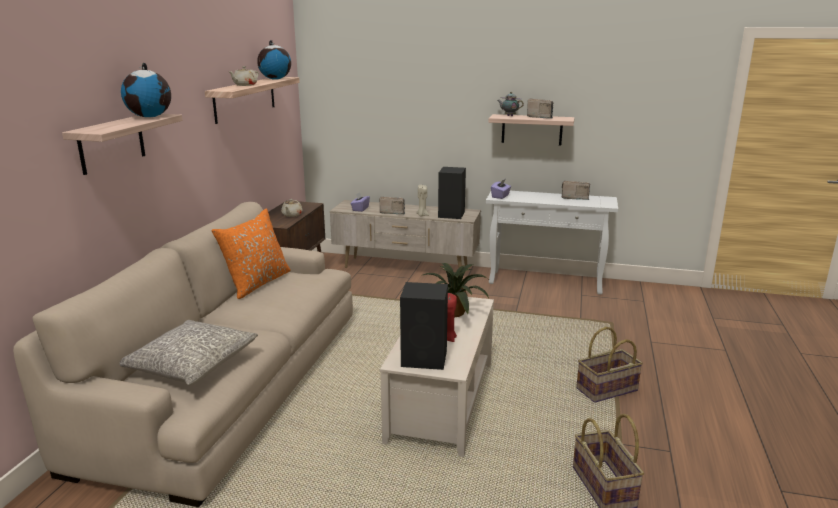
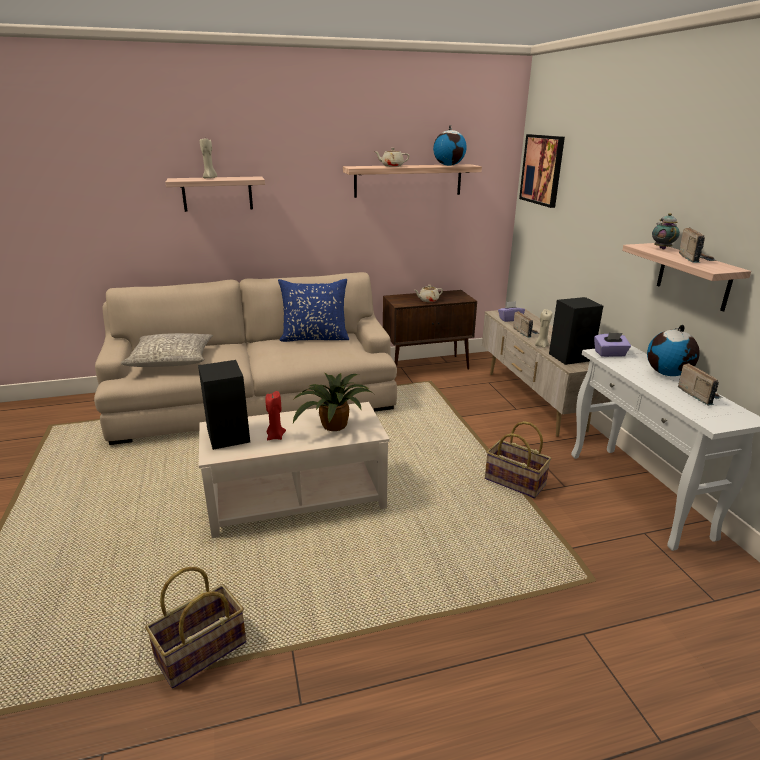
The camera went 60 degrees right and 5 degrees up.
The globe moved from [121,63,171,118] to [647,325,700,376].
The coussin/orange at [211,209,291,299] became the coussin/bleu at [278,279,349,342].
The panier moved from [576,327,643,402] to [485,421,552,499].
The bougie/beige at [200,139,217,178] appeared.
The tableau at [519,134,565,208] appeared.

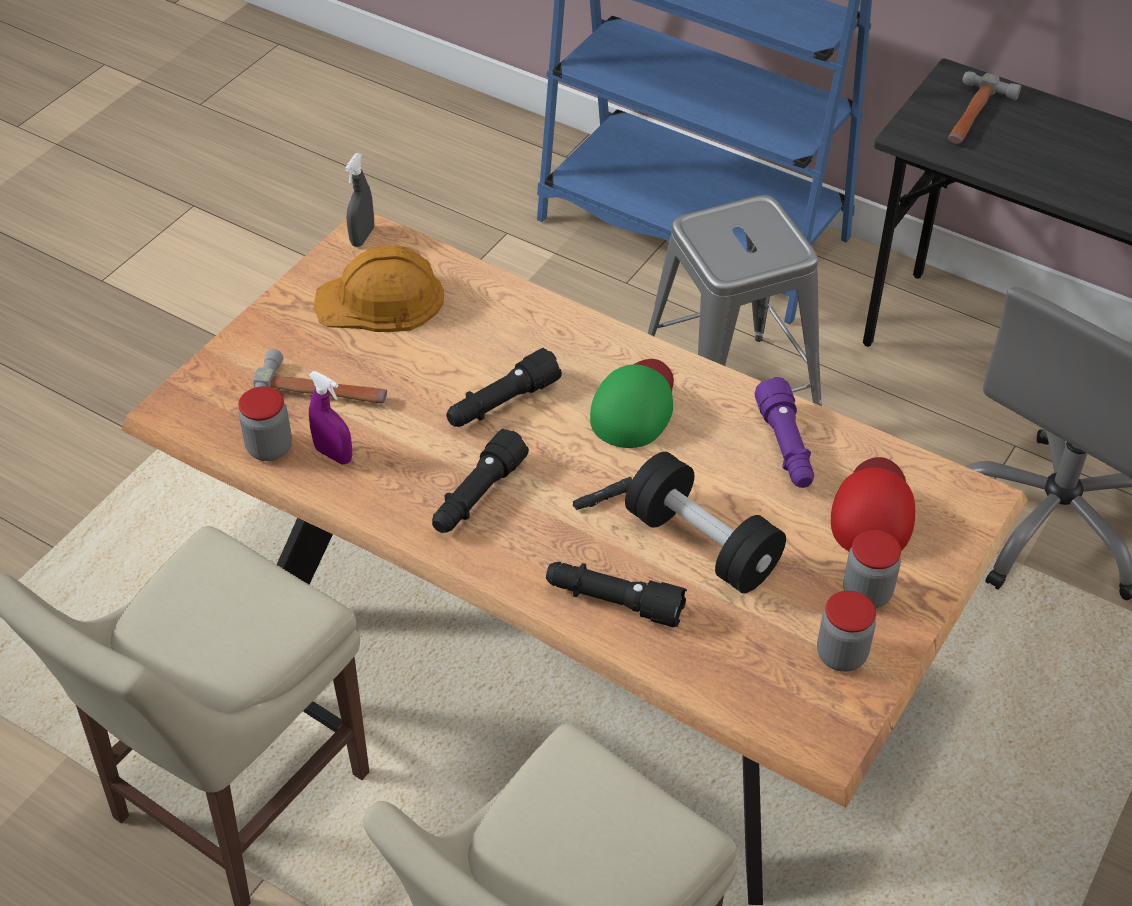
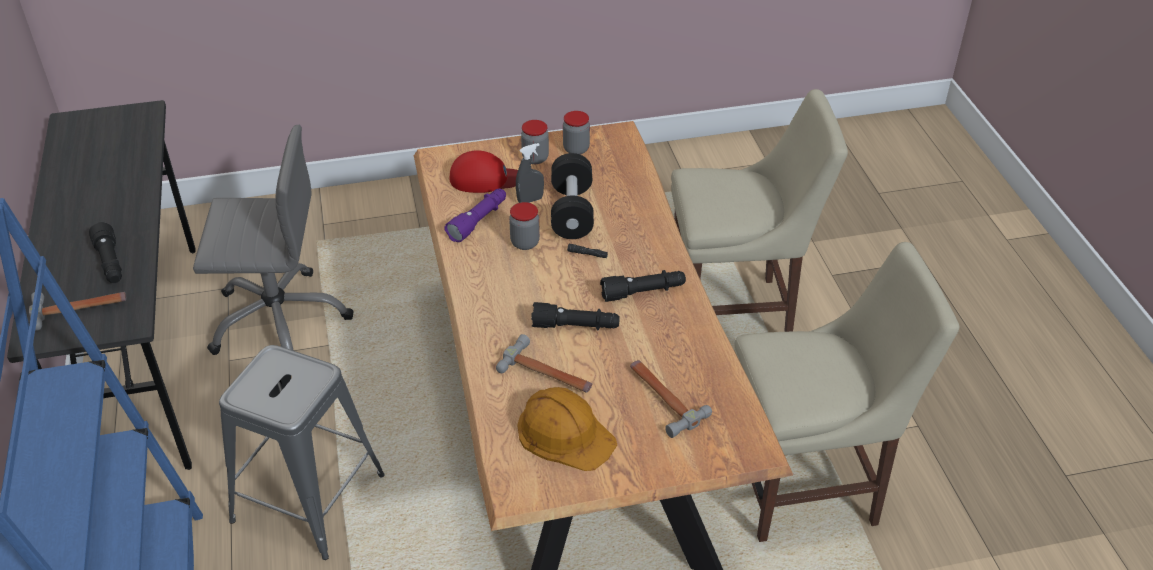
The camera went 135 degrees left and 5 degrees down.
The bocal moved from [238,386,292,461] to [509,202,540,250].
The vaporisateur/violet at [309,371,352,464] disappeared.
The vaporisateur/gris moved from [345,153,374,247] to [516,143,544,203].
The lampe de poche/noir moved from [546,562,687,628] to [89,222,122,283].
The casquette/vert at [590,359,674,448] disappeared.
The casquette/rouge at [831,457,915,551] turned 150 degrees counterclockwise.
The marteau at [496,334,592,393] appeared.

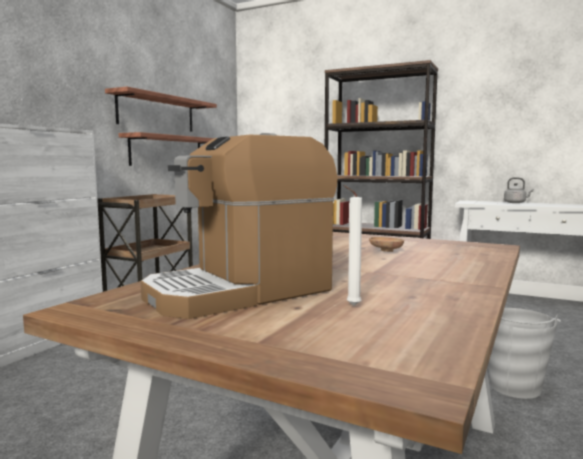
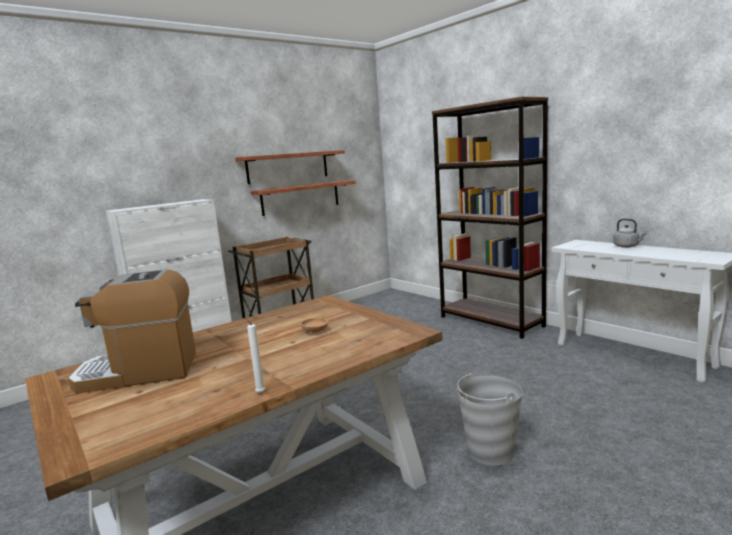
The camera went 25 degrees right and 5 degrees up.
The bougie/blanc moved from [343,185,362,306] to [245,317,265,393].

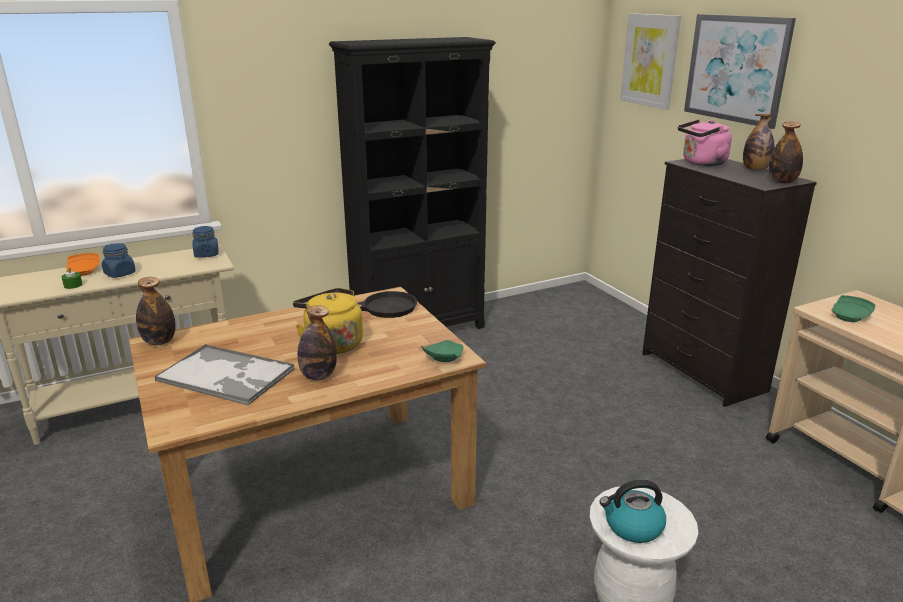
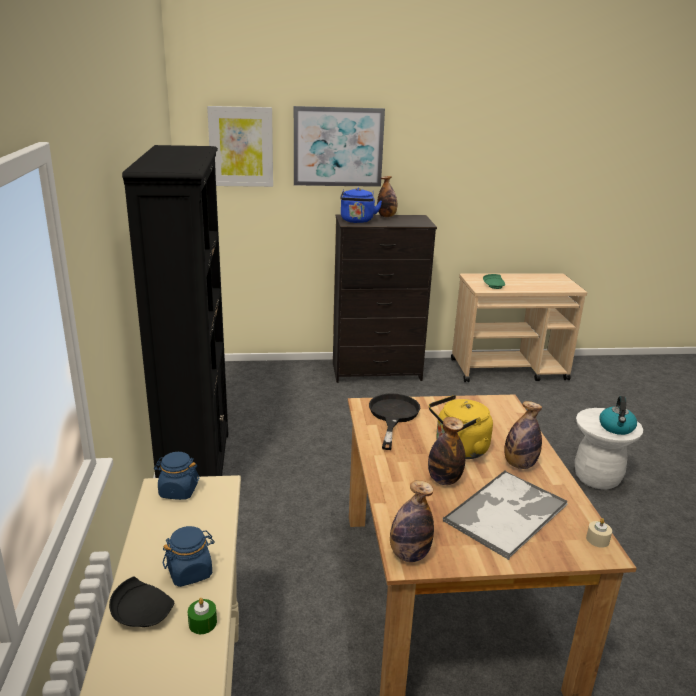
The camera went 70 degrees left and 0 degrees up.
The assiette/orange at [66,253,100,276] became the assiette/noir at [109,576,174,627].
The assiette/vert at [421,340,464,362] disappeared.
The bouilloire/rose at [678,120,732,166] became the bouilloire/bleu at [340,187,382,223].
The bouteille moved from [769,122,803,184] to [428,417,466,485].
The bougie/beige at [586,518,612,548] appeared.

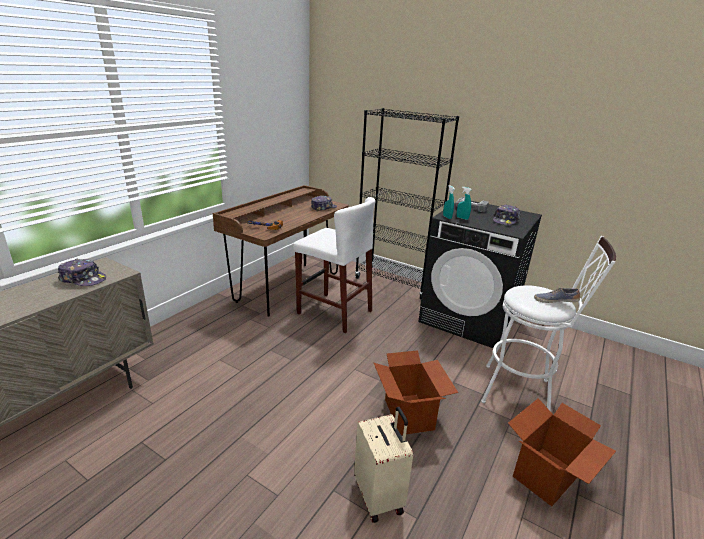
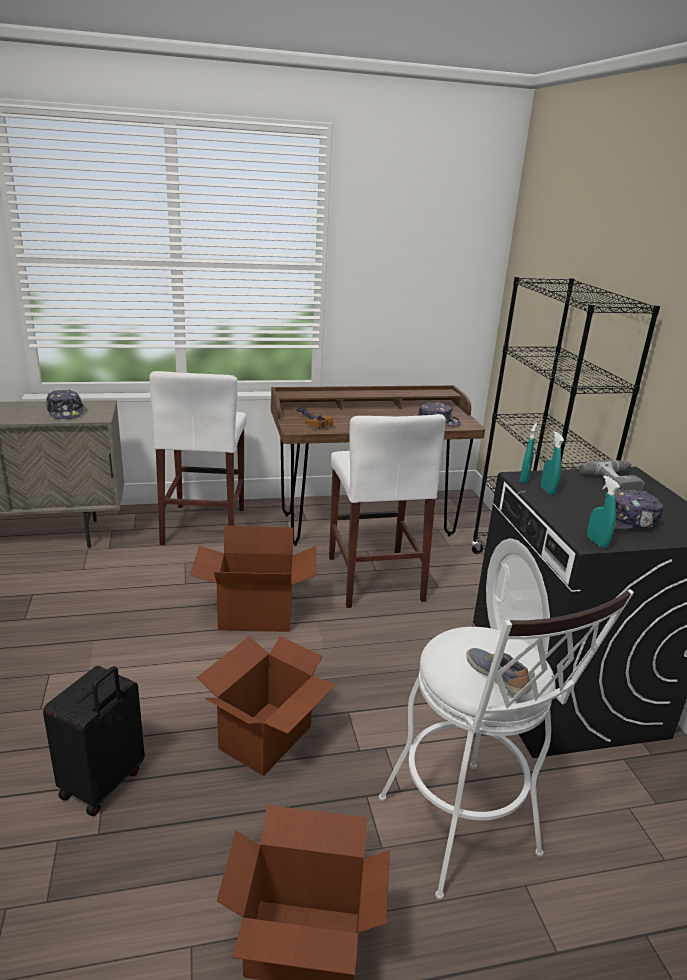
The camera went 45 degrees right and 0 degrees up.
The valise/beige at [354,406,413,523] became the valise/noir at [43,666,145,816].
The tabouret/blanc at [149,371,247,545] appeared.
The carton at [190,525,316,632] appeared.
The vaporisateur/turquoise at [587,476,620,548] appeared.

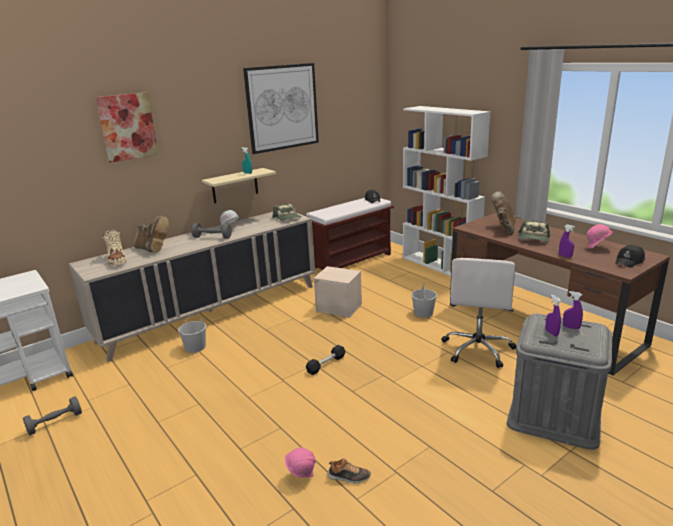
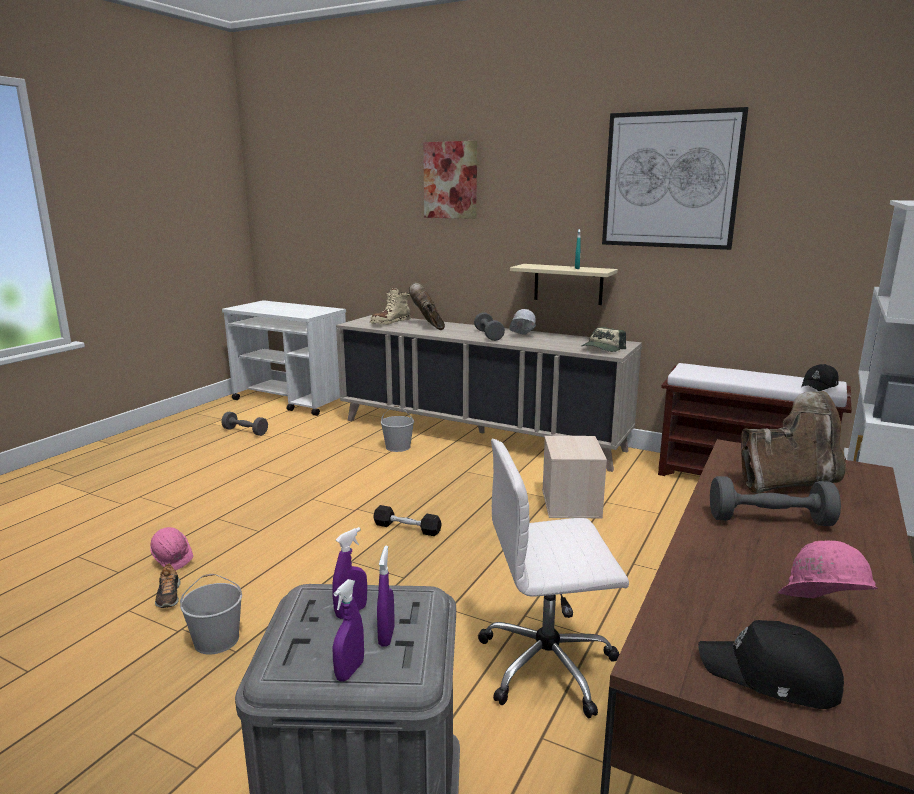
The camera went 65 degrees right and 5 degrees down.
The botte/marron at [134,216,169,253] turned 150 degrees clockwise.
The seau/blanc moved from [411,283,437,318] to [180,574,242,655].
The casquette at [518,221,550,242] was replaced by the haltère/gris at [710,476,841,526].
The vaporisateur/violet moved from [559,225,575,258] to [332,579,364,682].

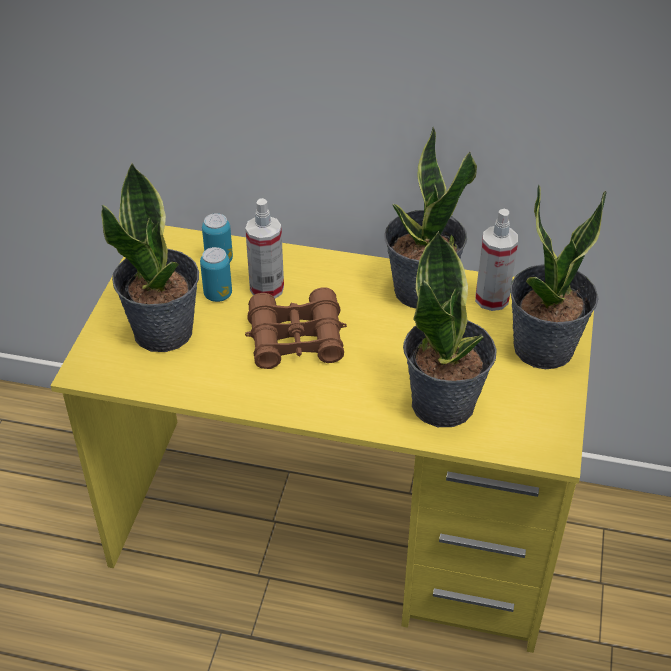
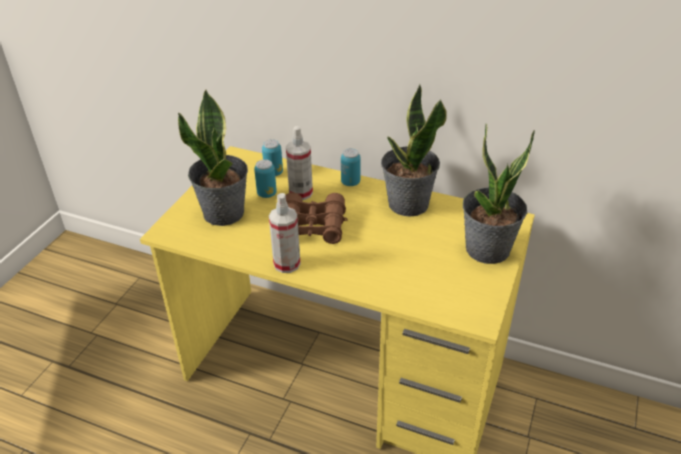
The camera went 10 degrees right and 5 degrees down.
The plante en pot at [403,231,497,427] disappeared.
The vaporisateur moved from [475,209,518,311] to [269,193,301,273].
The boîte métallique at [341,148,361,186] appeared.

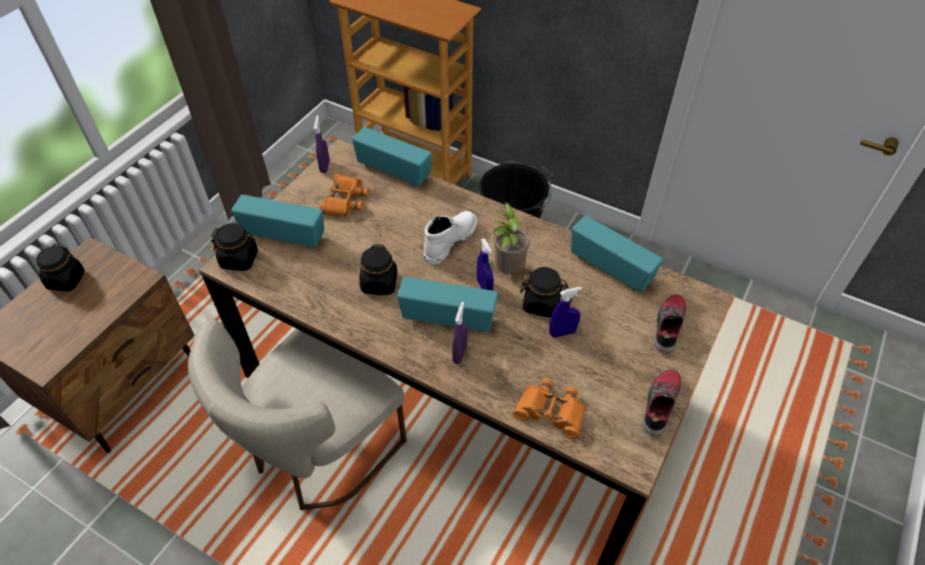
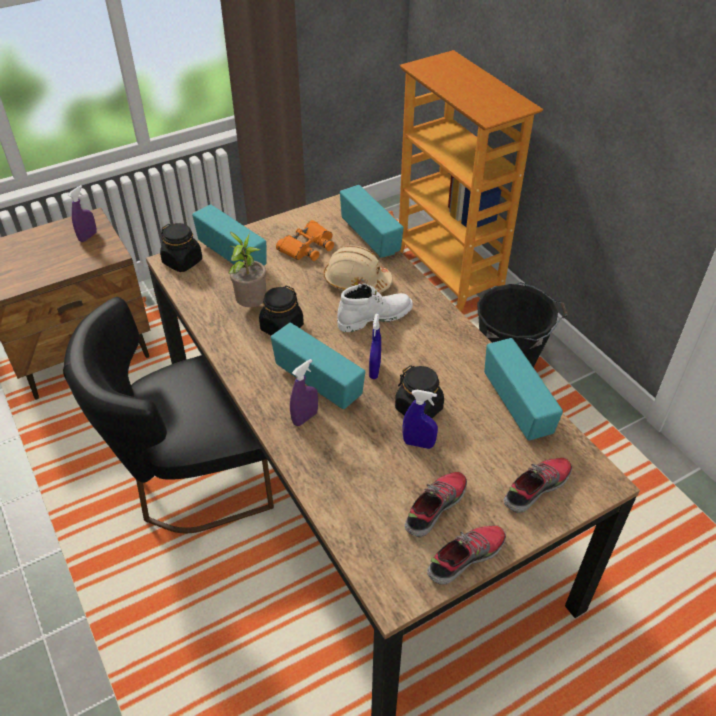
The camera went 30 degrees right and 5 degrees down.
The bocal/noir at [36,244,85,291] disappeared.
The chaise/beige at [188,319,407,510] became the chaise/noir at [63,297,274,533].
The vaporisateur/violet moved from [314,115,329,173] to [68,185,97,242].
The plante en pot moved from [489,202,530,273] to [228,232,266,307].
The jumelles/orange at [513,378,586,439] disappeared.
The casque de chantier/beige at [324,245,392,293] appeared.
The chaussure at [404,472,467,537] appeared.

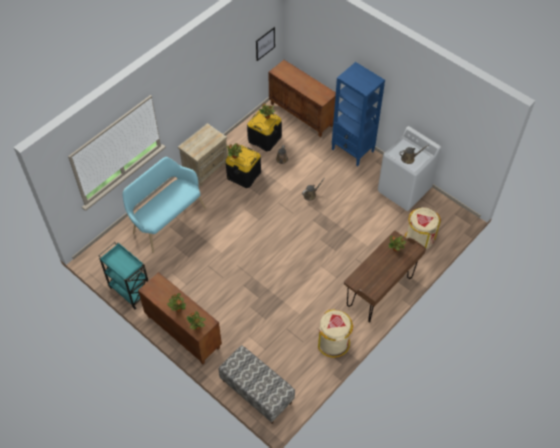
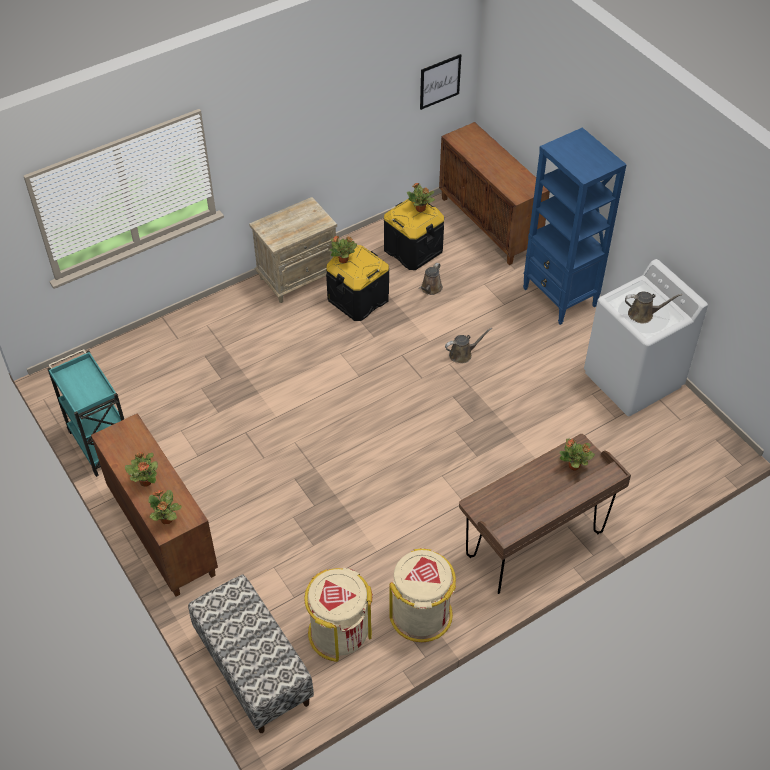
The camera went 15 degrees right and 5 degrees down.
The banc/turquoise at [123,157,206,253] disappeared.
The poubelle/beige moved from [404,207,441,249] to [304,568,373,662].

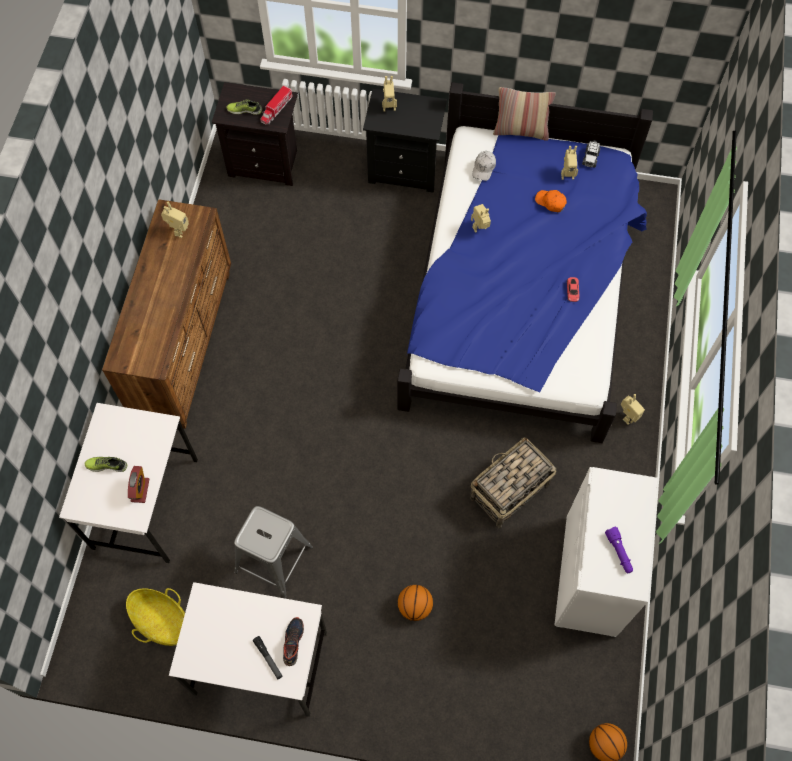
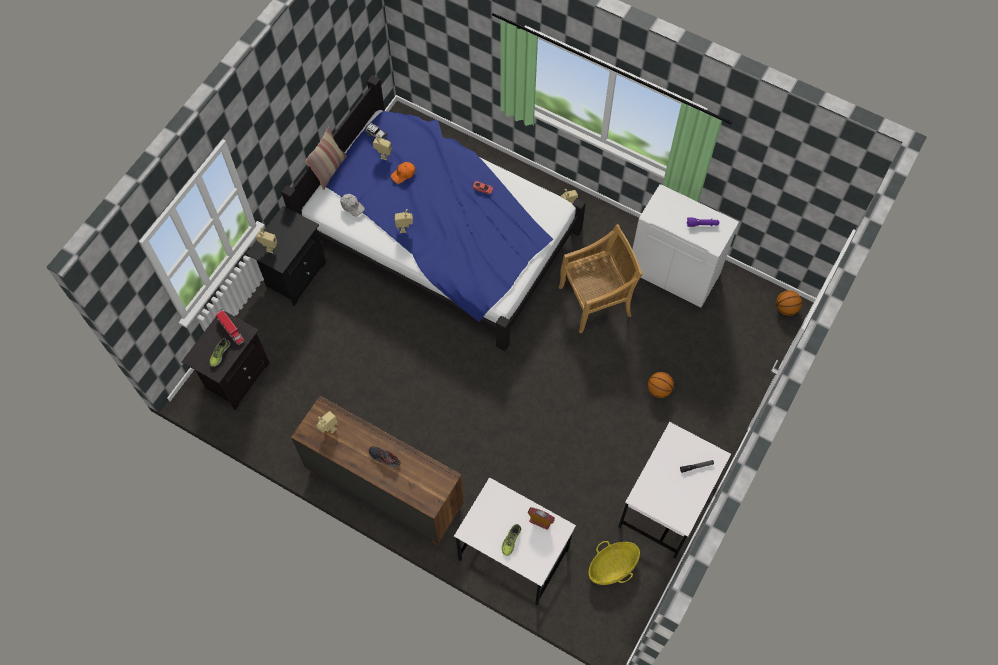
The camera went 70 degrees left and 0 degrees up.
The tabouret/gris at [234,506,313,598] disappeared.
The chaussure moved from [283,617,304,666] to [369,446,400,468].
The panier at [470,437,556,528] was replaced by the chaise/beige at [559,224,643,333].

